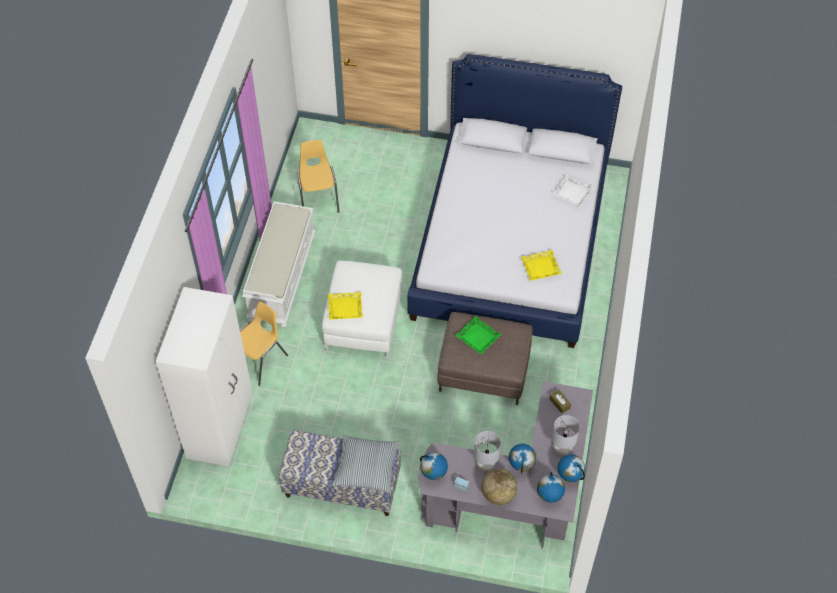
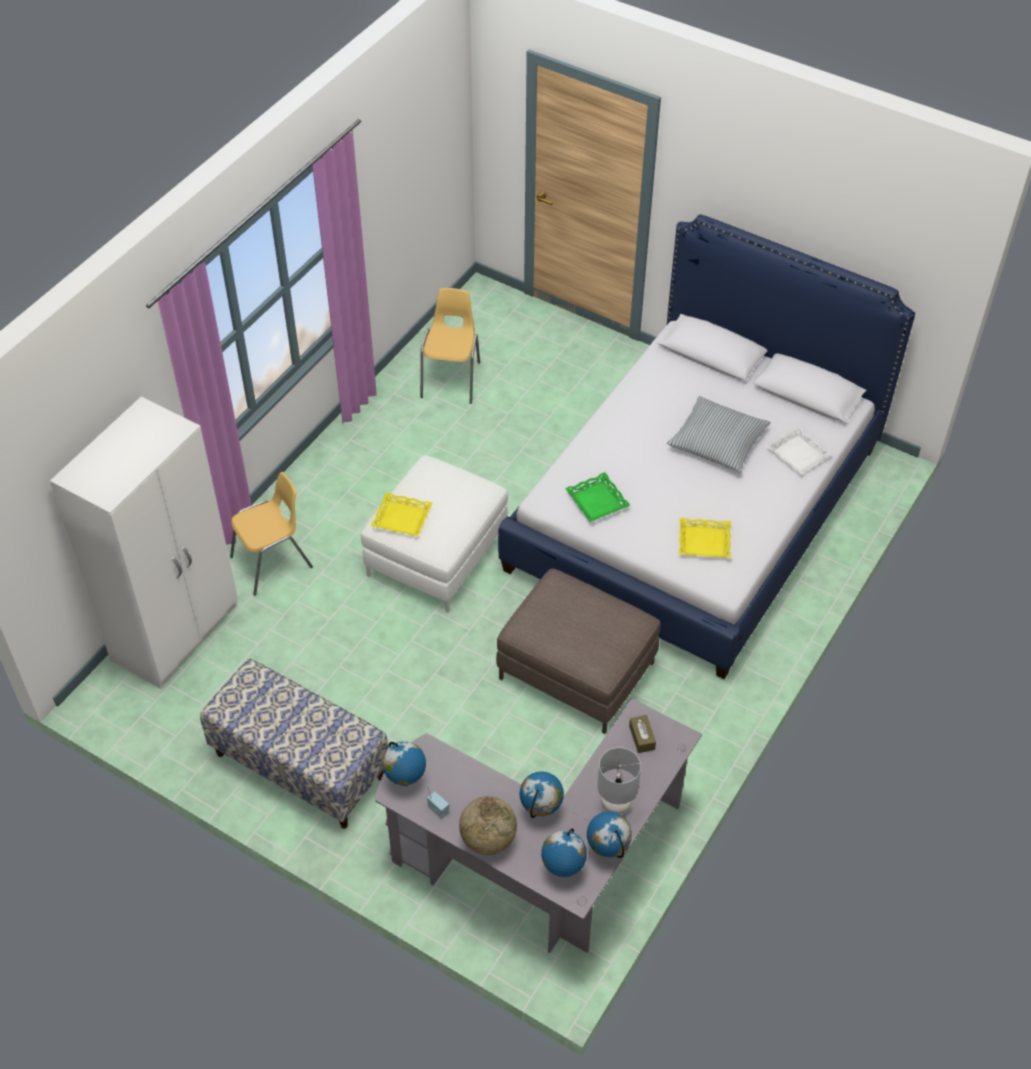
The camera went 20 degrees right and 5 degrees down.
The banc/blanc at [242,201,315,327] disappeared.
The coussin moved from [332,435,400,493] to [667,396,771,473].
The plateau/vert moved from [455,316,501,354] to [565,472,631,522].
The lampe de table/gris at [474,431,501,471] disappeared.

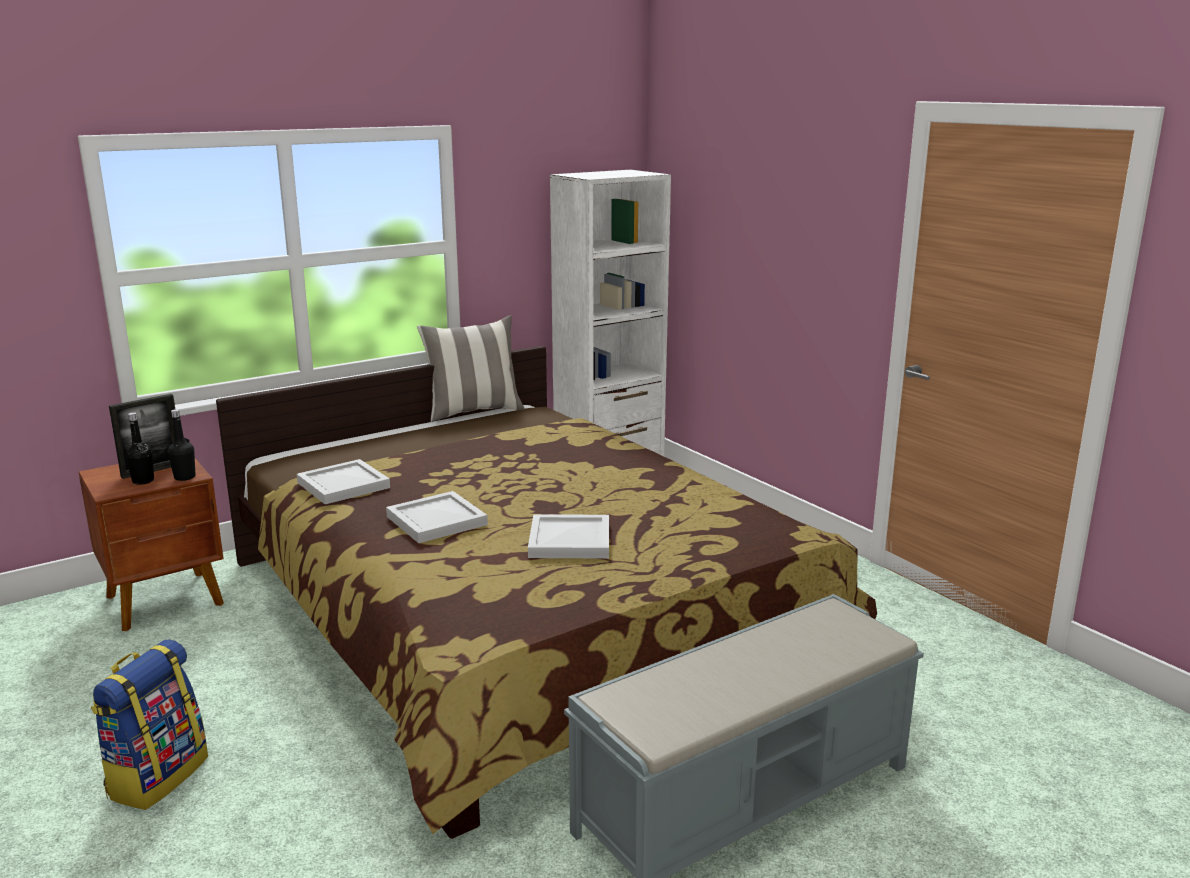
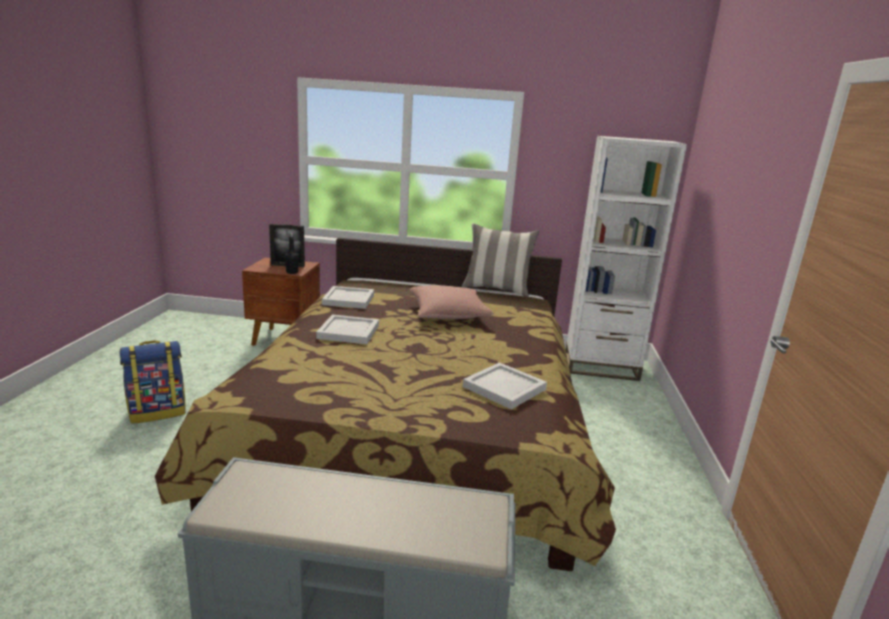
The camera went 40 degrees right and 0 degrees up.
The bouteille/noir at [126,412,154,485] disappeared.
The plateau/blanc moved from [528,514,609,559] to [463,362,547,410].
The coussin/rose at [409,285,494,319] appeared.

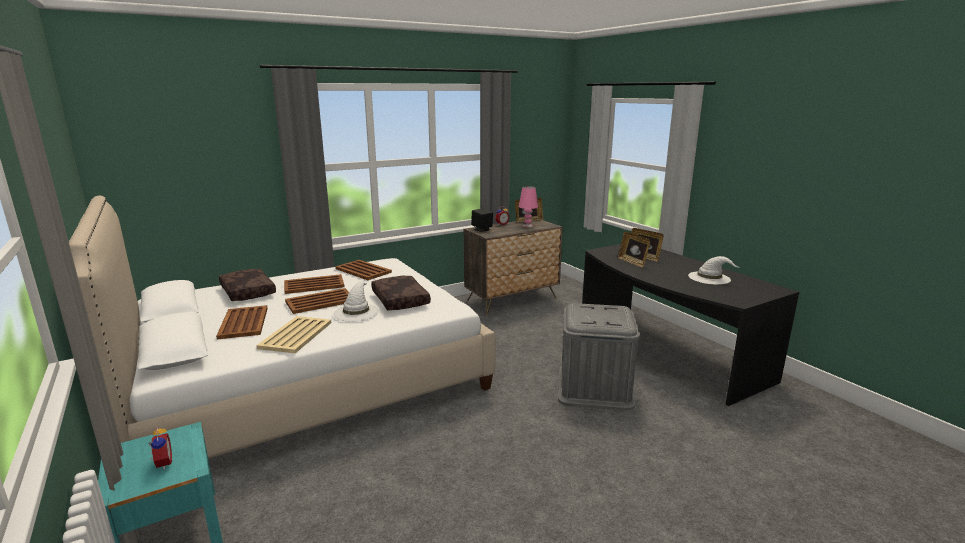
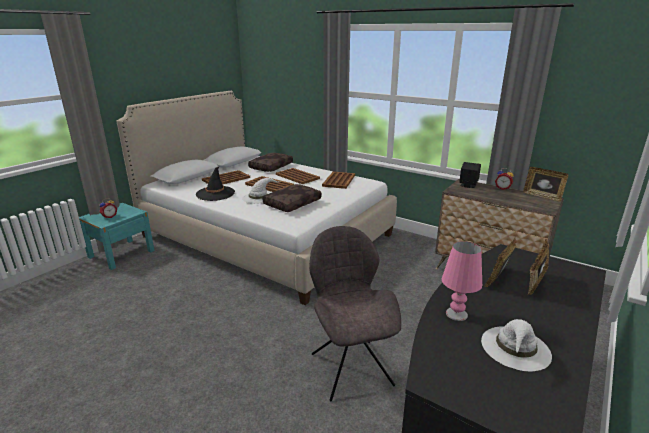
The camera went 65 degrees right and 5 degrees up.
The plateau/beige at [256,316,331,353] was replaced by the chapeau/noir at [196,166,235,201].
The lampe de table/rose moved from [519,186,538,227] to [442,241,482,321].
The boîte de rangement/gris at [558,303,640,411] was replaced by the chaise/gris at [309,226,401,401].

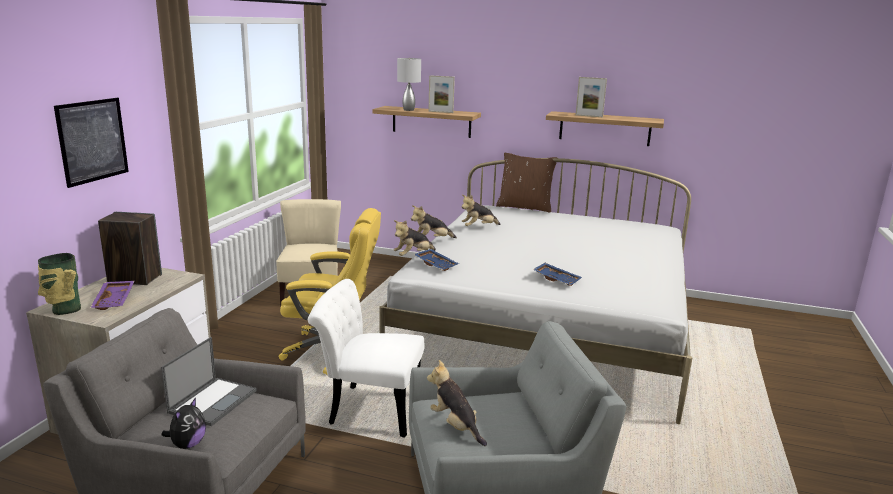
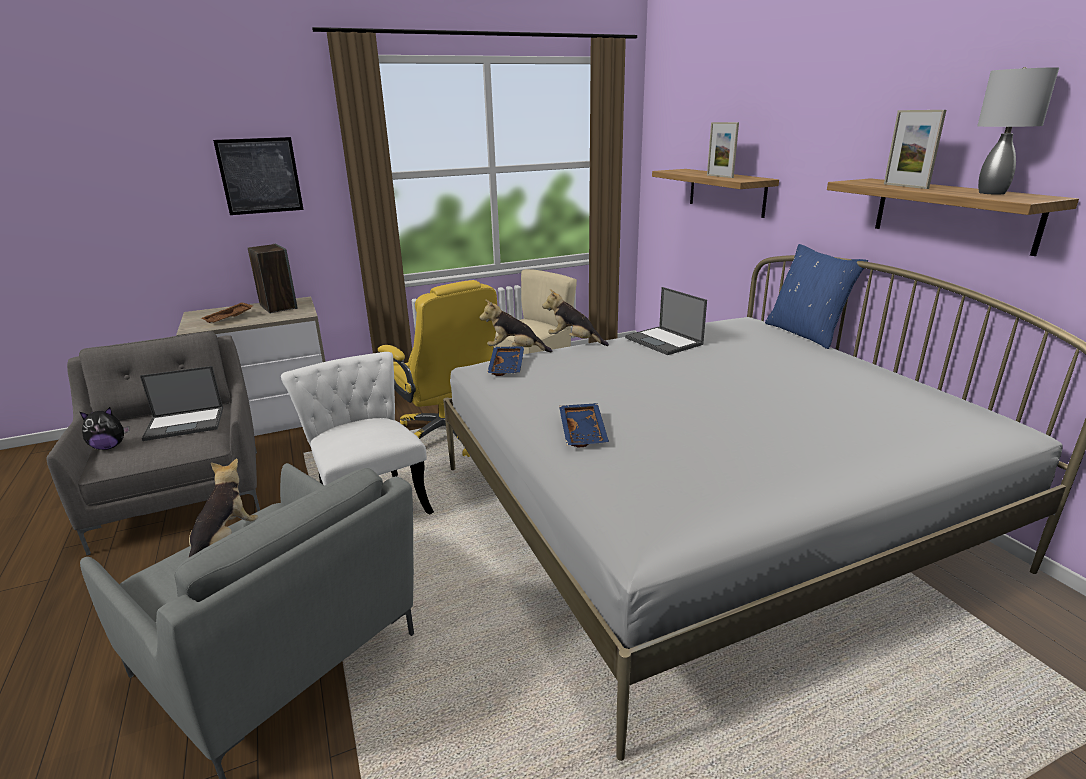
The camera went 50 degrees right and 5 degrees up.
The vase at [38,253,81,315] disappeared.
The plateau/violet at [90,281,134,310] became the plateau/marron at [201,302,253,323].
The lampe de table/gris moved from [397,58,421,111] to [977,67,1059,195].
The peluche at [462,195,501,226] was replaced by the ordinateur portable at [625,287,707,355].
The coussin/marron at [496,152,558,213] became the coussin/bleu at [765,244,868,349].

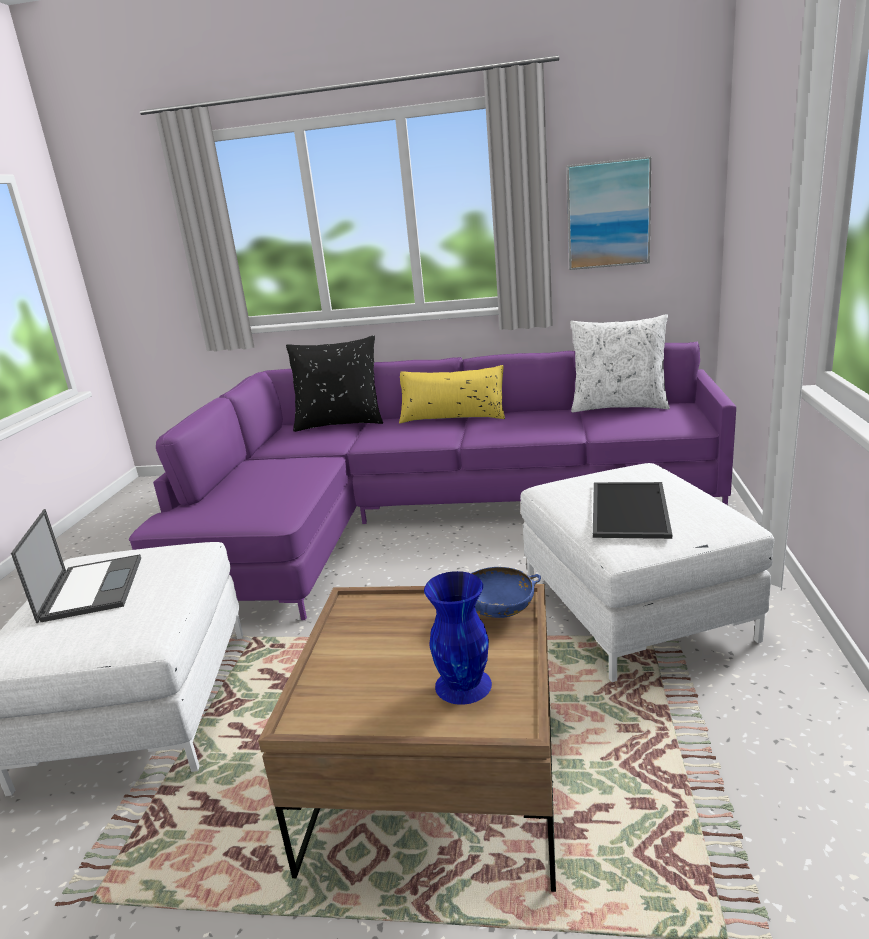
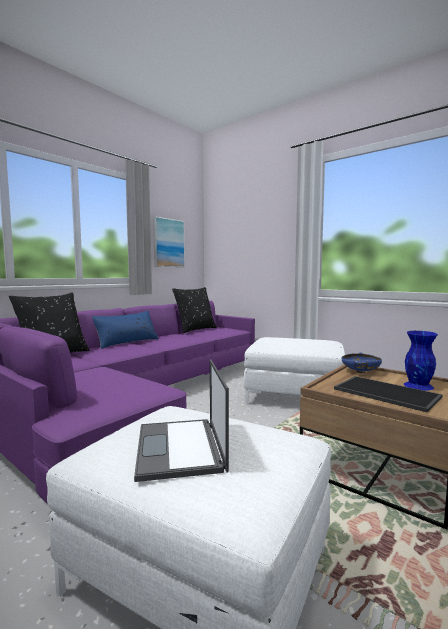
The camera went 60 degrees left and 15 degrees down.
The ordinateur portable at [11,509,141,623] turned 120 degrees counterclockwise.
The coussin/jaune at [399,365,505,424] became the coussin/bleu at [92,311,159,349].
The coussin/blanc at [570,314,670,413] became the coussin/noir at [172,287,217,333].
The plateau moved from [593,482,672,539] to [334,376,443,413].

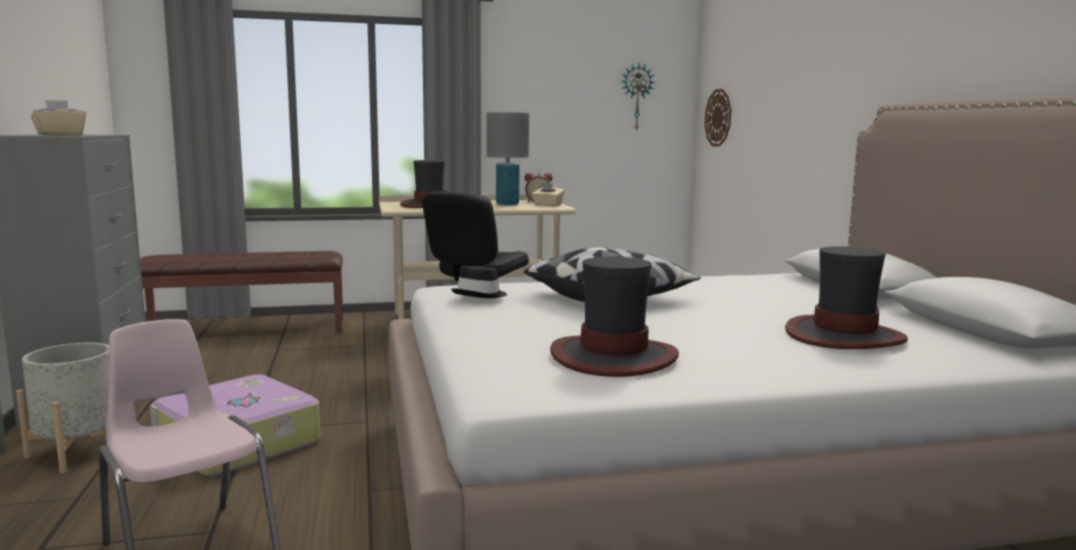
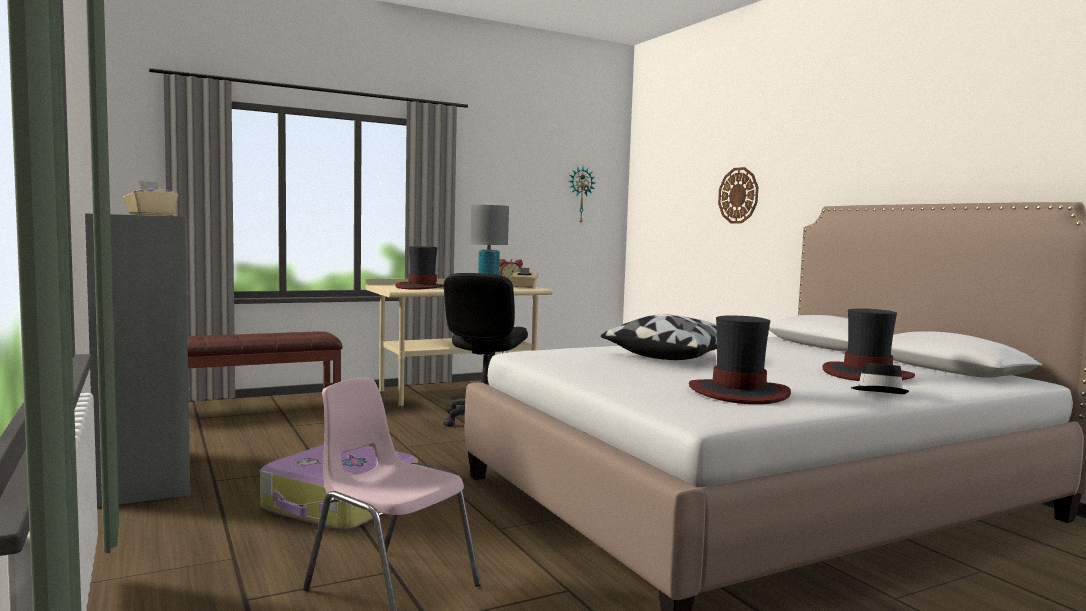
The camera went 15 degrees left and 5 degrees down.
The cache-pot/gris at [16,343,109,474] disappeared.
The chapeau/noir moved from [451,266,507,298] to [851,363,909,394].
The horloge murale moved from [704,89,731,147] to [718,167,758,224].

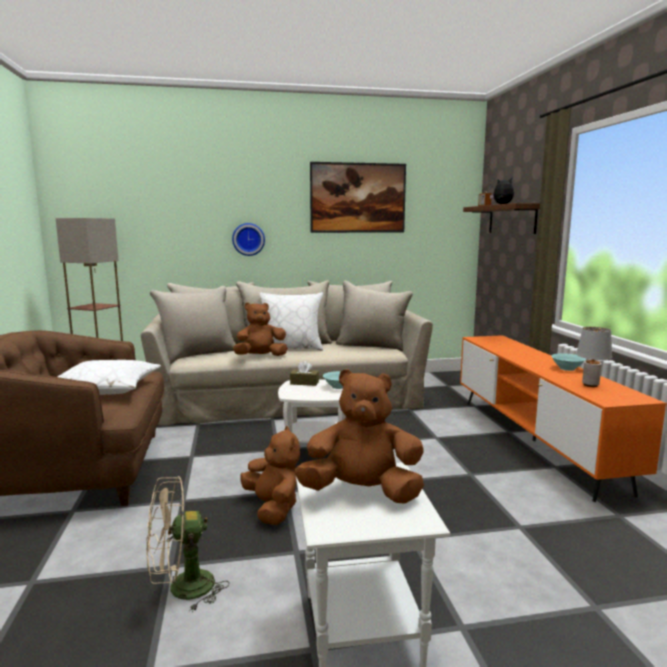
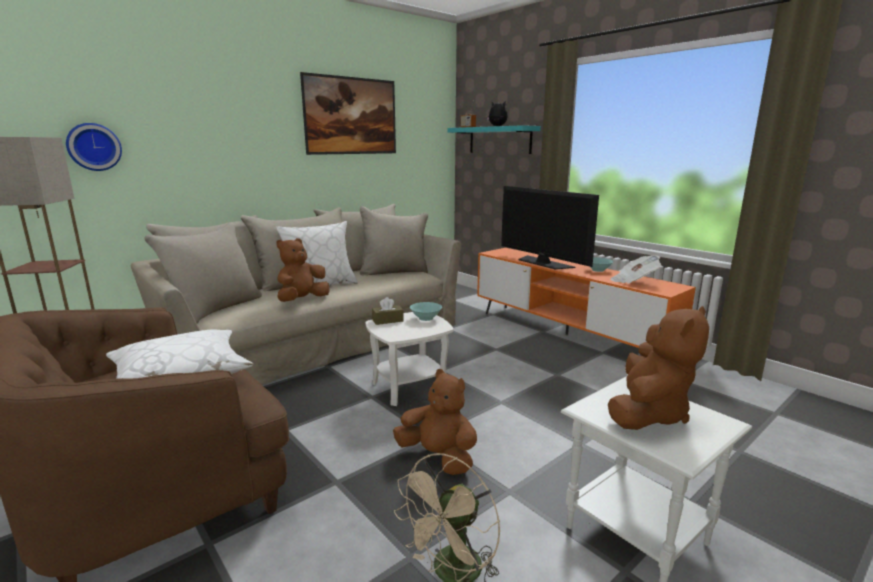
The camera went 30 degrees left and 5 degrees up.
The horloge murale moved from [232,223,265,256] to [66,123,122,171].
The peluche/marron at [294,369,424,504] turned 150 degrees clockwise.
The étagère/marron at [463,203,540,234] became the étagère/turquoise at [447,125,541,154].
The lampe de table/gris at [576,327,612,387] was replaced by the journal at [610,255,661,284].
The téléviseur at [501,186,599,269] appeared.

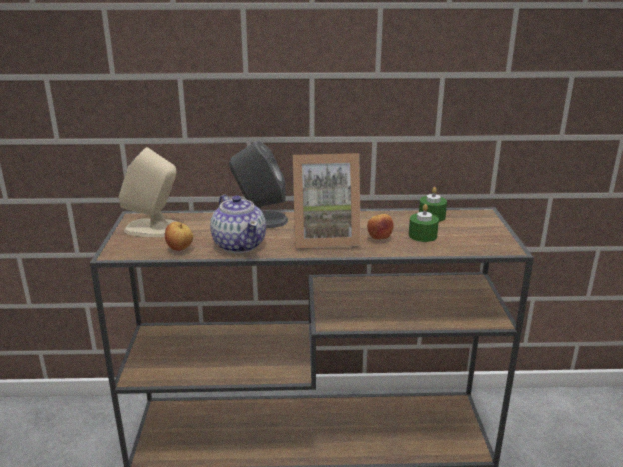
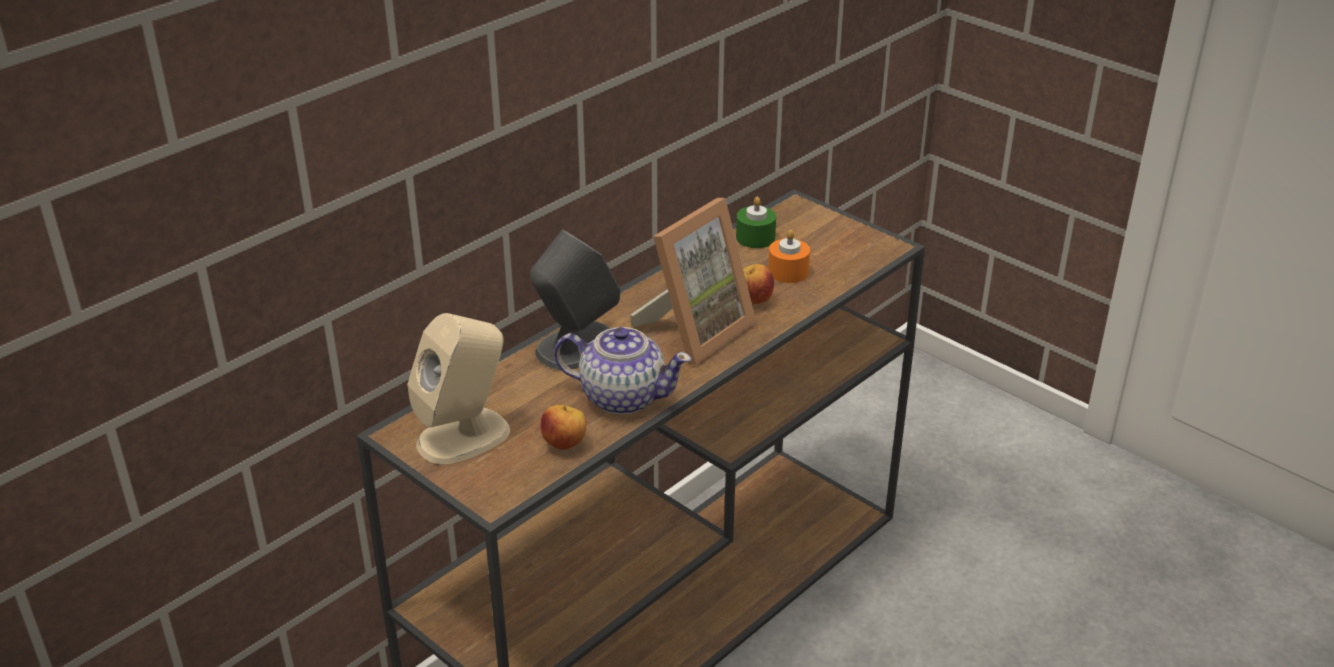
The camera went 45 degrees left and 10 degrees up.
The bougie/vert at [409,204,439,242] became the bougie/orange at [768,230,810,283].

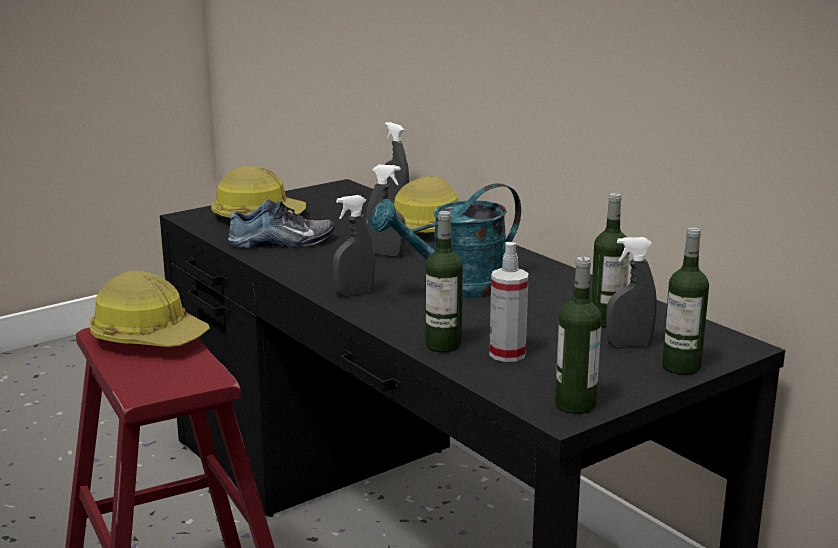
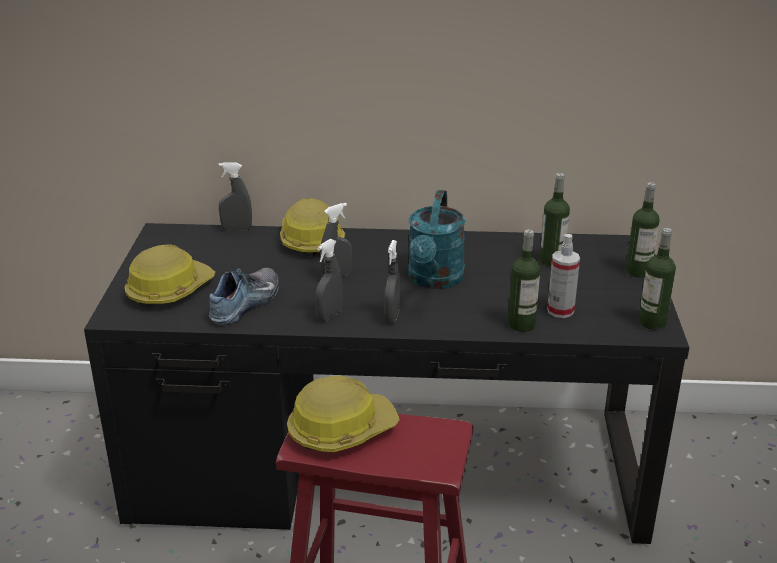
The camera went 50 degrees left and 10 degrees up.
The vaporisateur/gris moved from [606,237,657,347] to [315,239,343,322].

